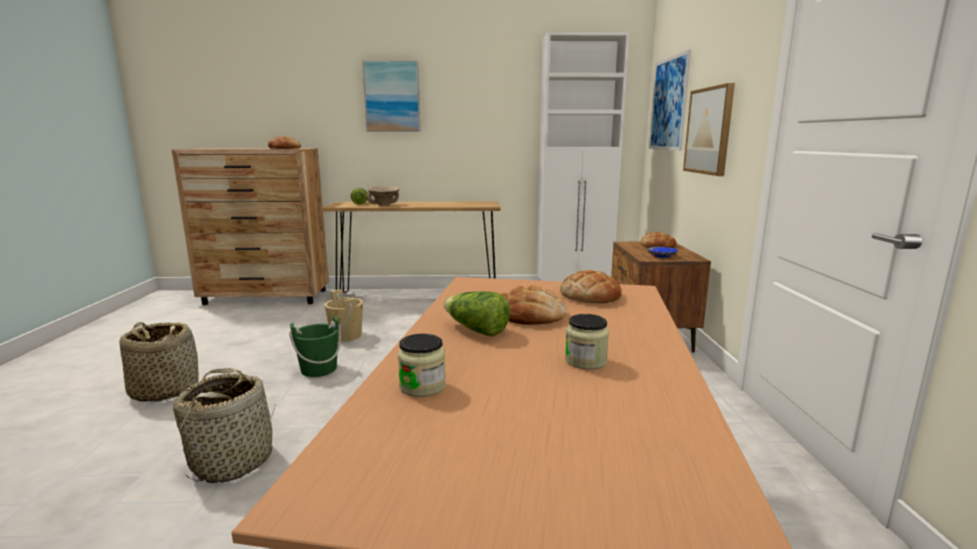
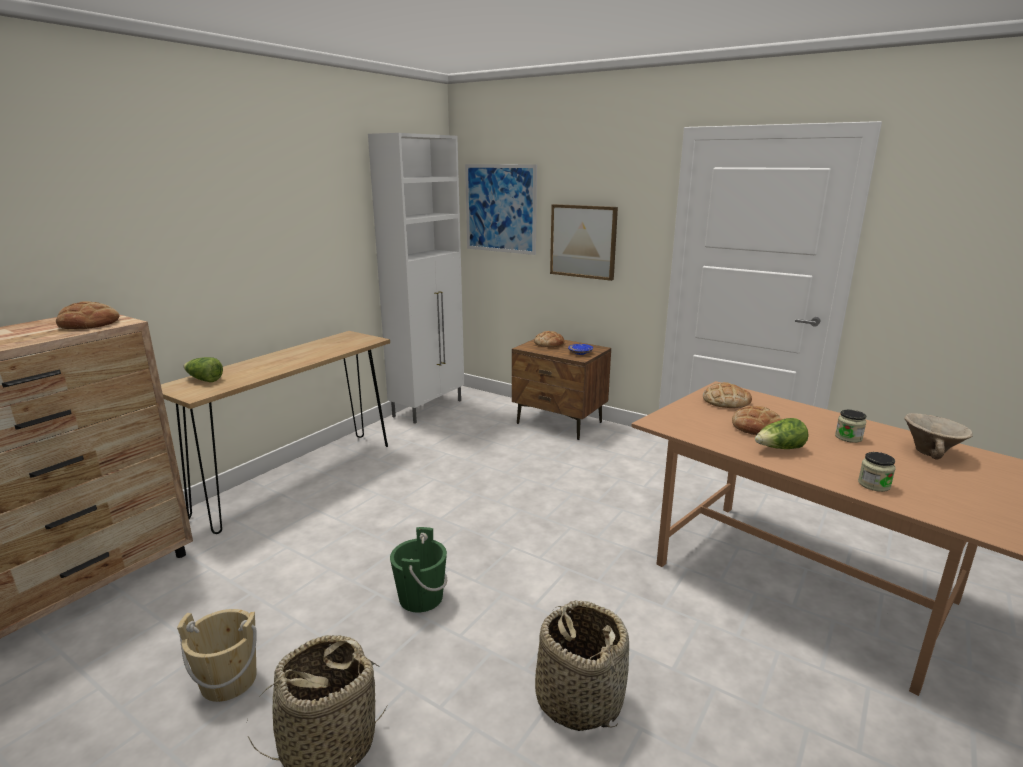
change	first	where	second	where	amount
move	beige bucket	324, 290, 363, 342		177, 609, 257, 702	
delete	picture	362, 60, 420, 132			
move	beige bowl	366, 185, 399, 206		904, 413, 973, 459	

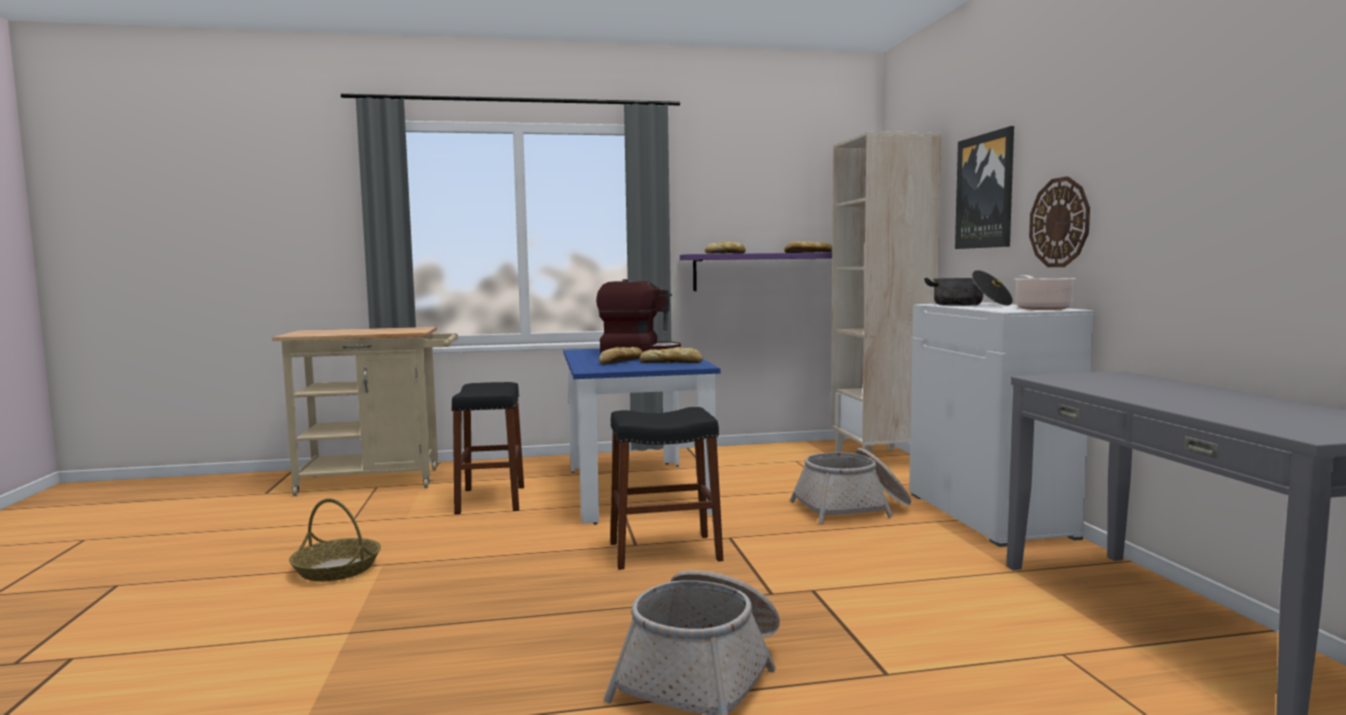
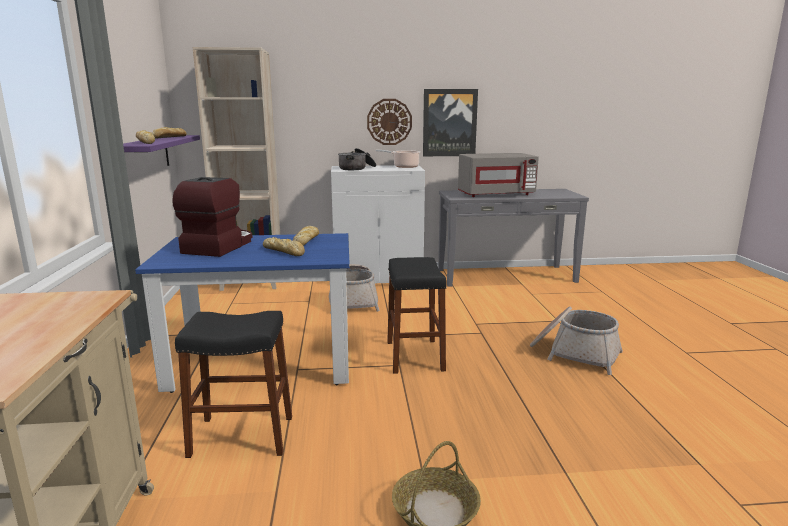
change	first	where	second	where	amount
move	picture	955, 126, 1014, 249		423, 89, 478, 156	
insert			grey microwave	458, 153, 539, 197	

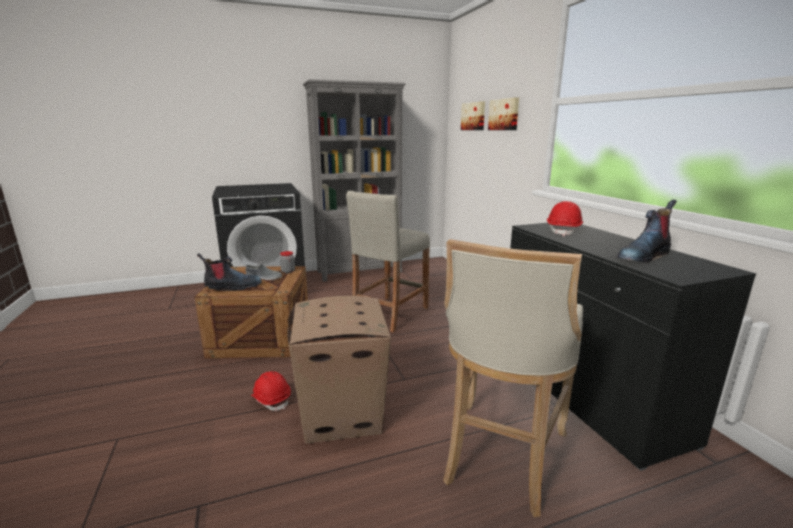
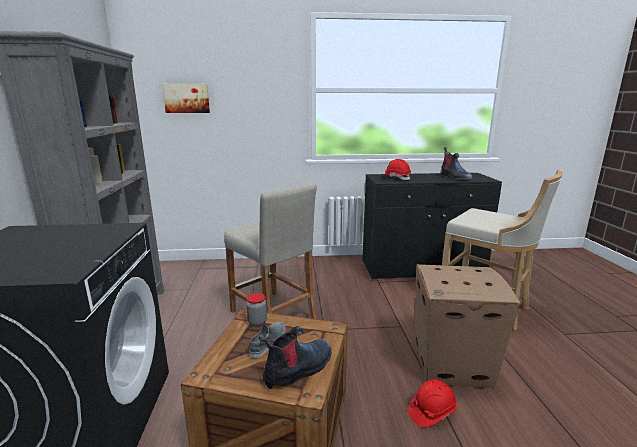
change	first	where	second	where	amount
rotate	boot	197, 253, 262, 291		259, 326, 331, 389	45 degrees clockwise
delete	picture	488, 97, 519, 130			

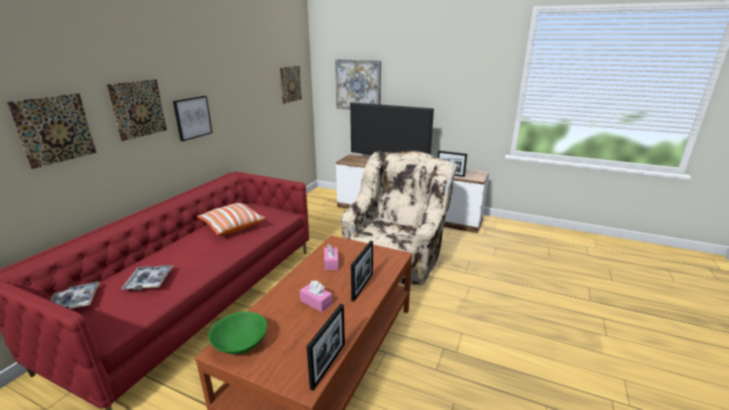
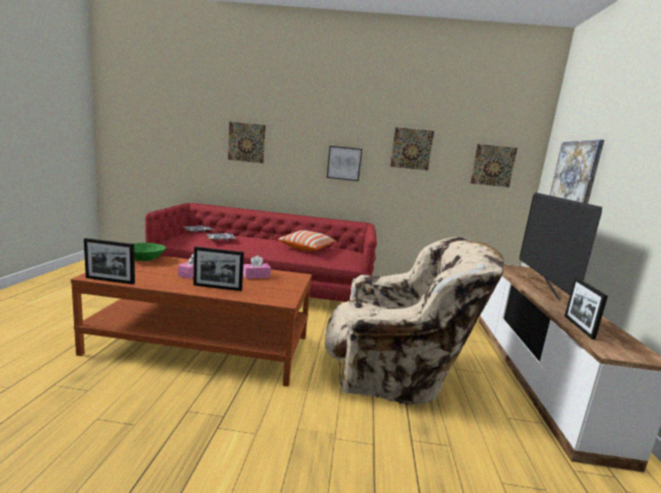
change	first	where	second	where	amount
move	picture	106, 79, 167, 141		390, 127, 434, 170	

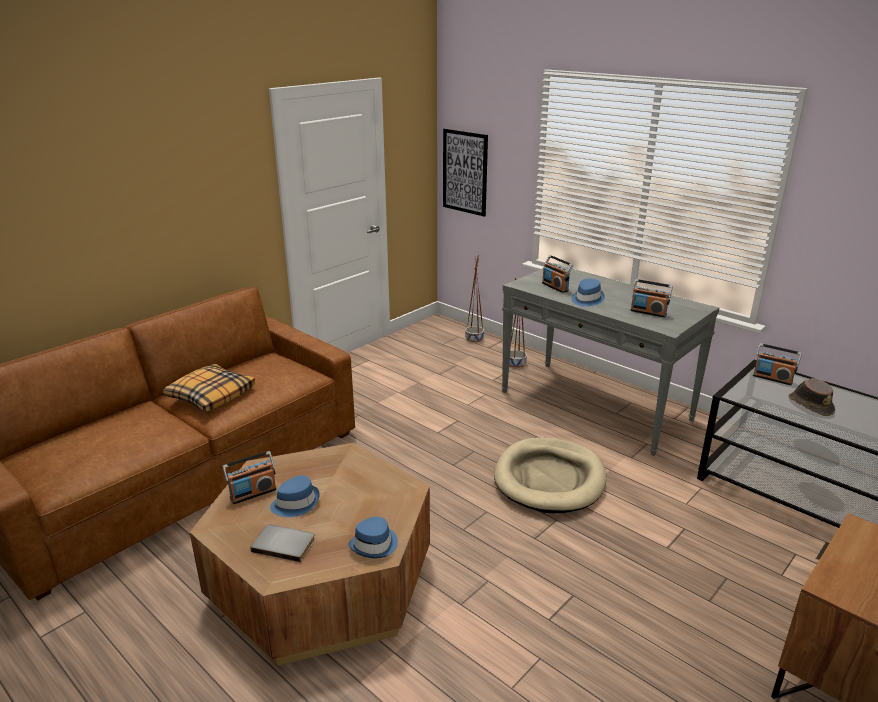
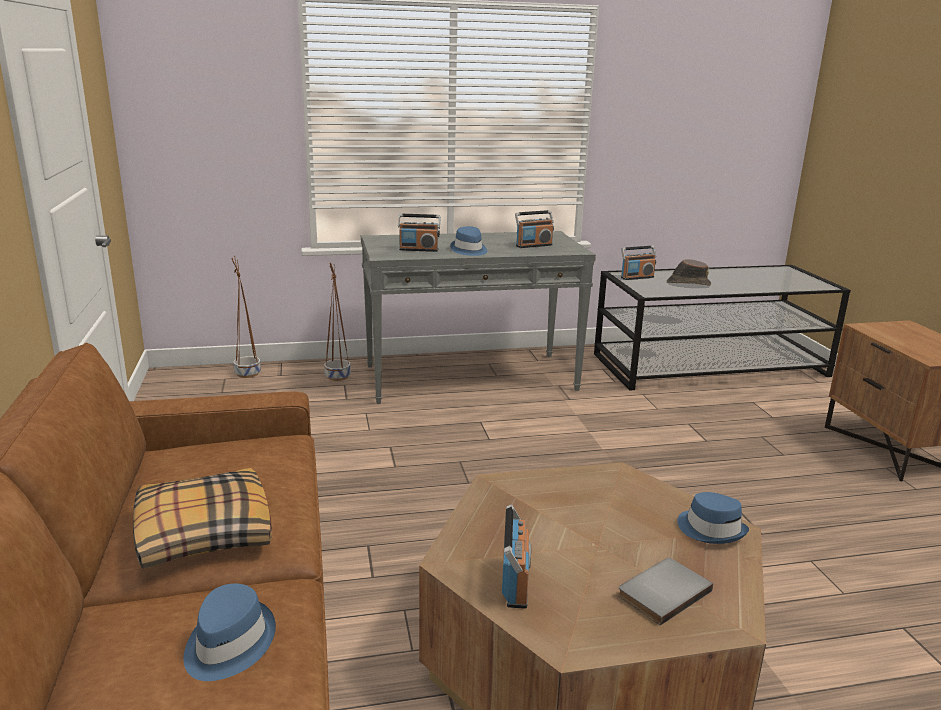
change	first	where	second	where	amount
move	blue hat	270, 475, 320, 517		183, 584, 276, 681	
delete	picture	443, 128, 488, 217			
delete	beige dog bed	494, 438, 606, 513			

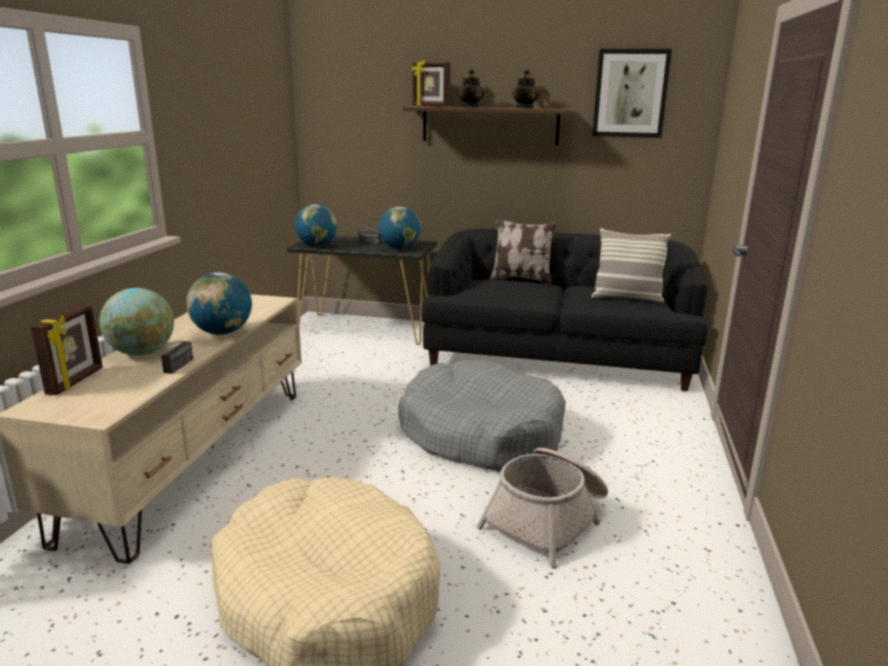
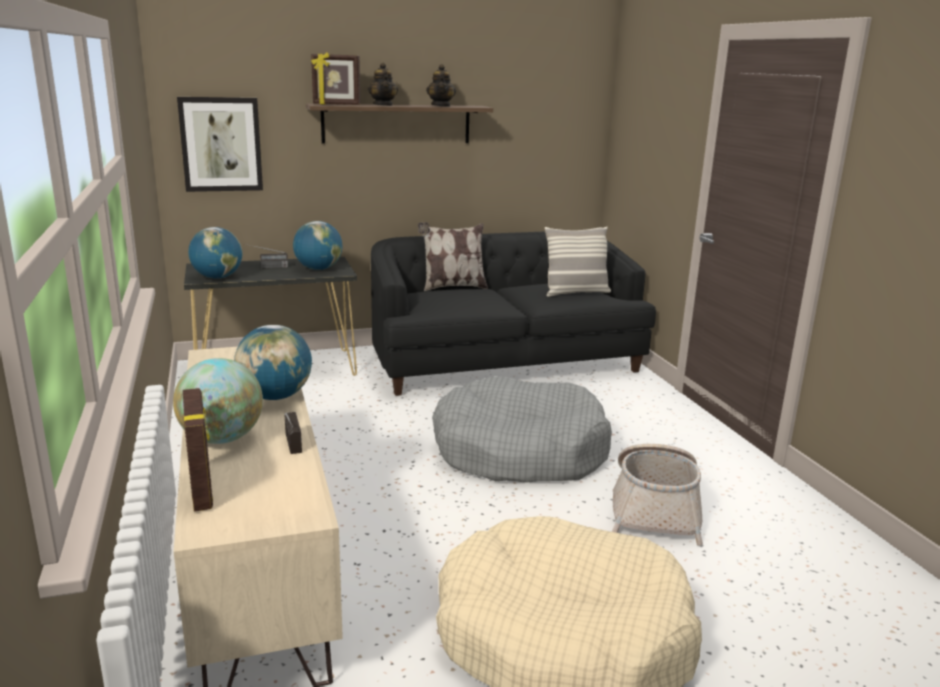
change	first	where	second	where	amount
move	picture	592, 49, 672, 138		177, 97, 263, 192	

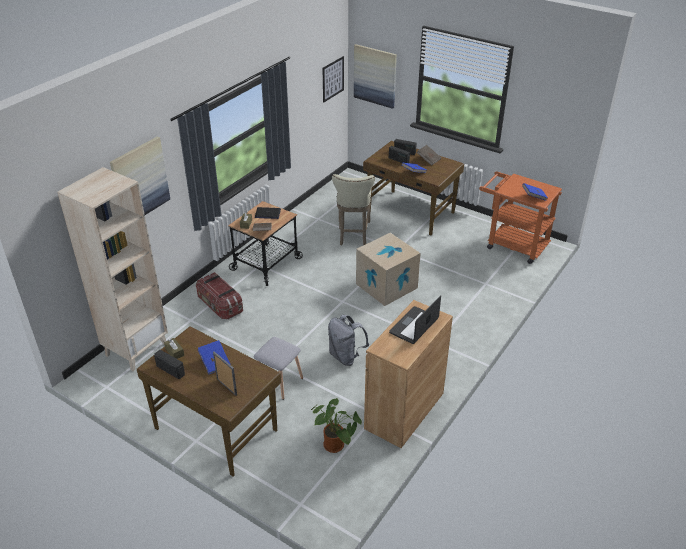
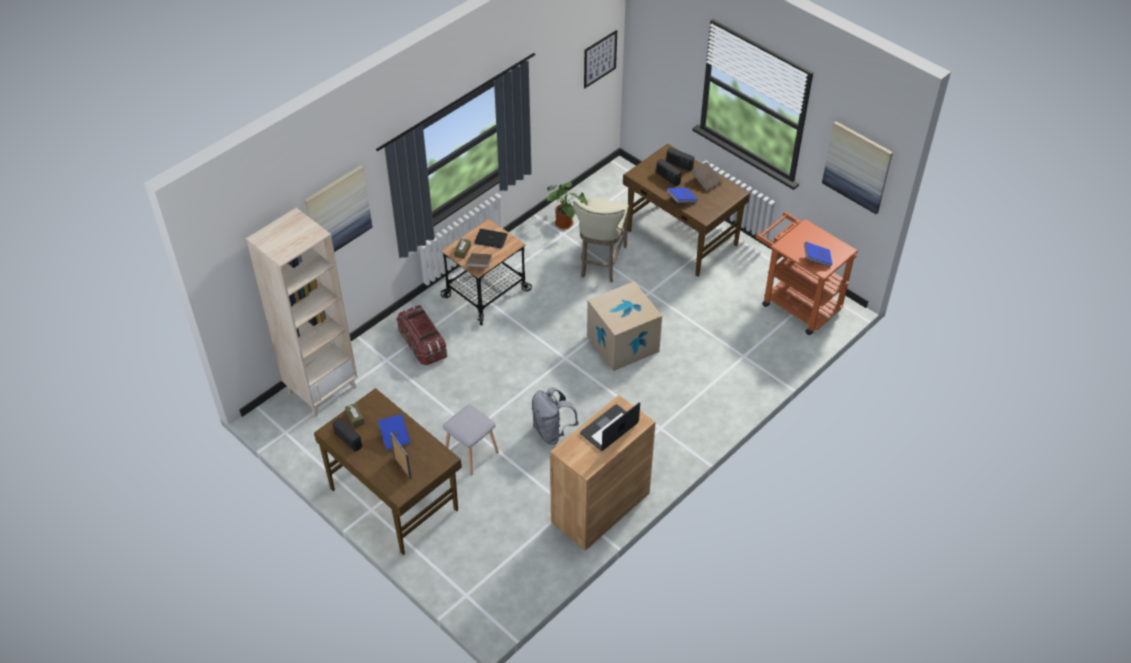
change	first	where	second	where	amount
move	potted plant	311, 398, 362, 453		546, 182, 587, 229	
move	picture	354, 44, 397, 109		822, 121, 893, 214	

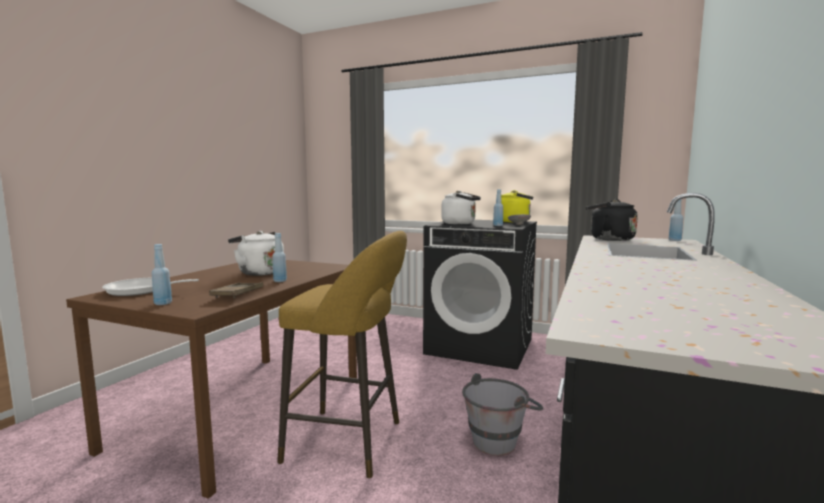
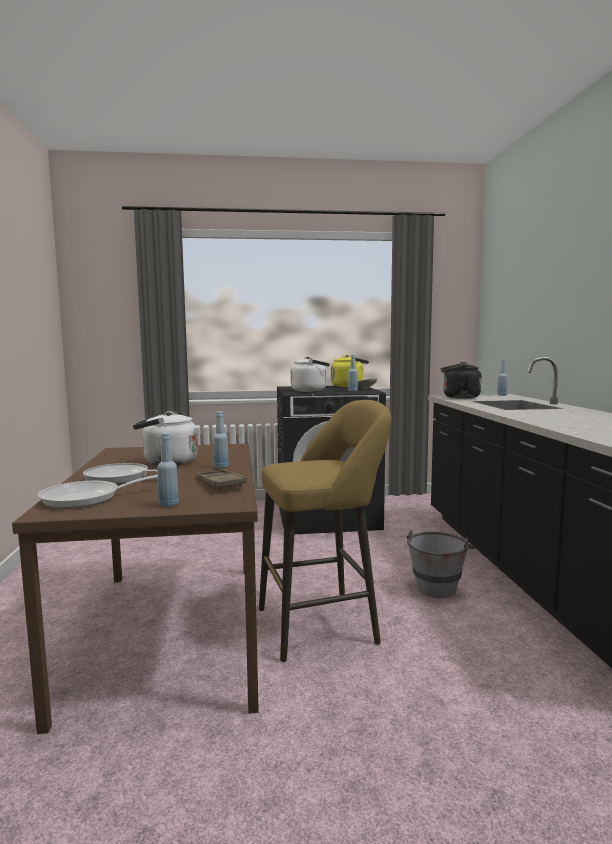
change	first	where	second	where	amount
insert			frying pan	83, 463, 158, 485	

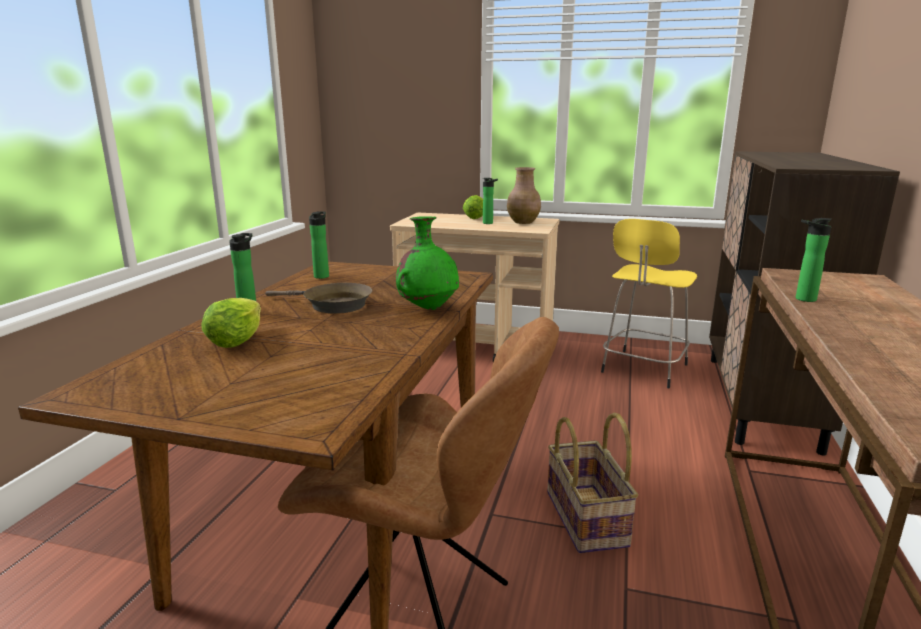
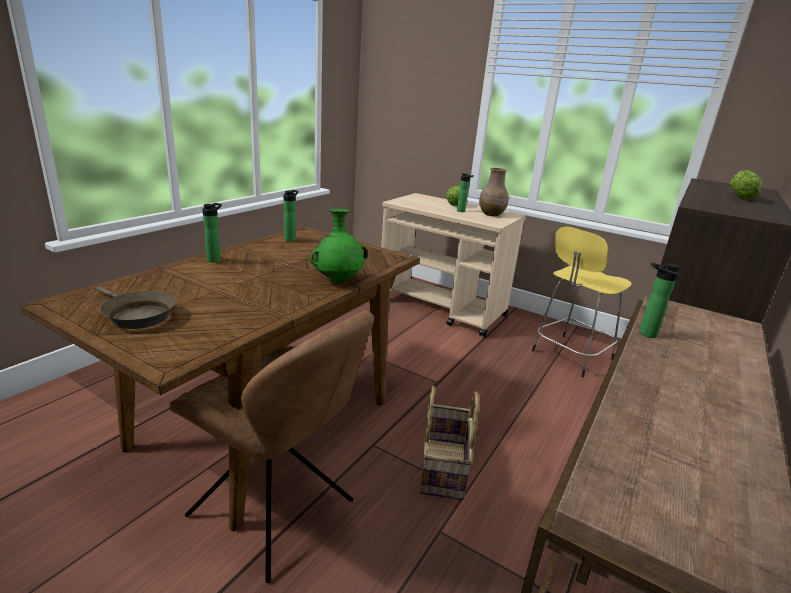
change	first	where	second	where	amount
move	lettuce	201, 298, 261, 348		730, 170, 762, 200	
move	brown frying pan	265, 283, 372, 314		97, 287, 176, 329	

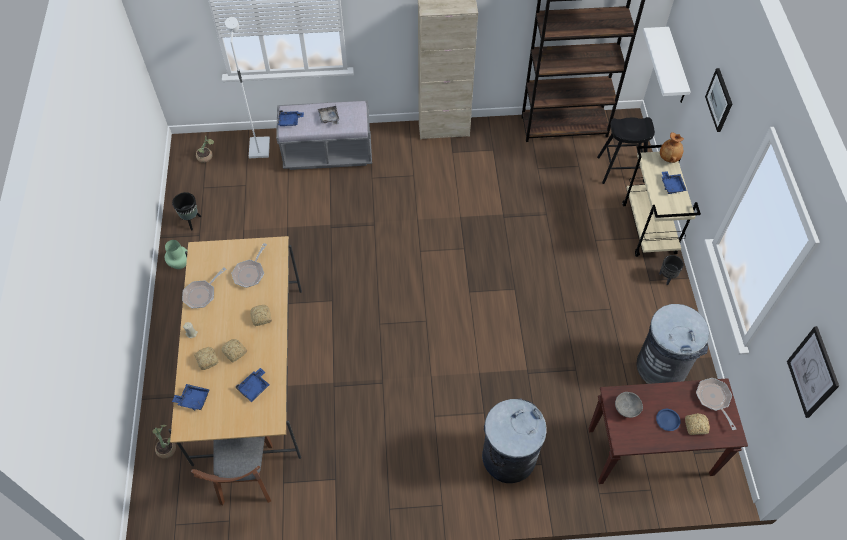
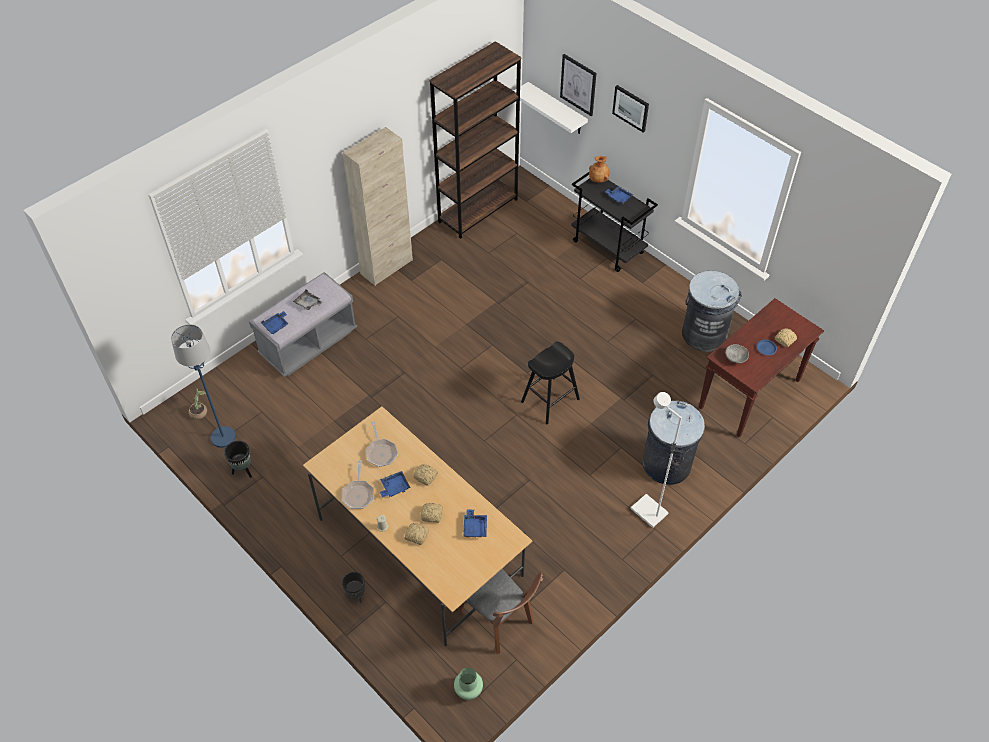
change	first	where	second	where	amount
delete	potted plant	152, 425, 176, 459			
move	green vase	165, 240, 188, 269		454, 668, 483, 700	
move	blue tray	172, 384, 210, 410		380, 471, 411, 498	
move	white floor lamp	225, 17, 270, 158		631, 392, 682, 528	
move	black stool	597, 117, 655, 184		521, 341, 580, 424	
recolor	beige cart	622, 145, 701, 257	black cart	571, 172, 658, 272	
move	black planter	659, 255, 684, 285		342, 572, 365, 603	
delete	frying pan	696, 378, 736, 430			
move	picture	787, 326, 839, 418		560, 54, 596, 116	
insert			blue floor lamp	171, 324, 236, 448	

